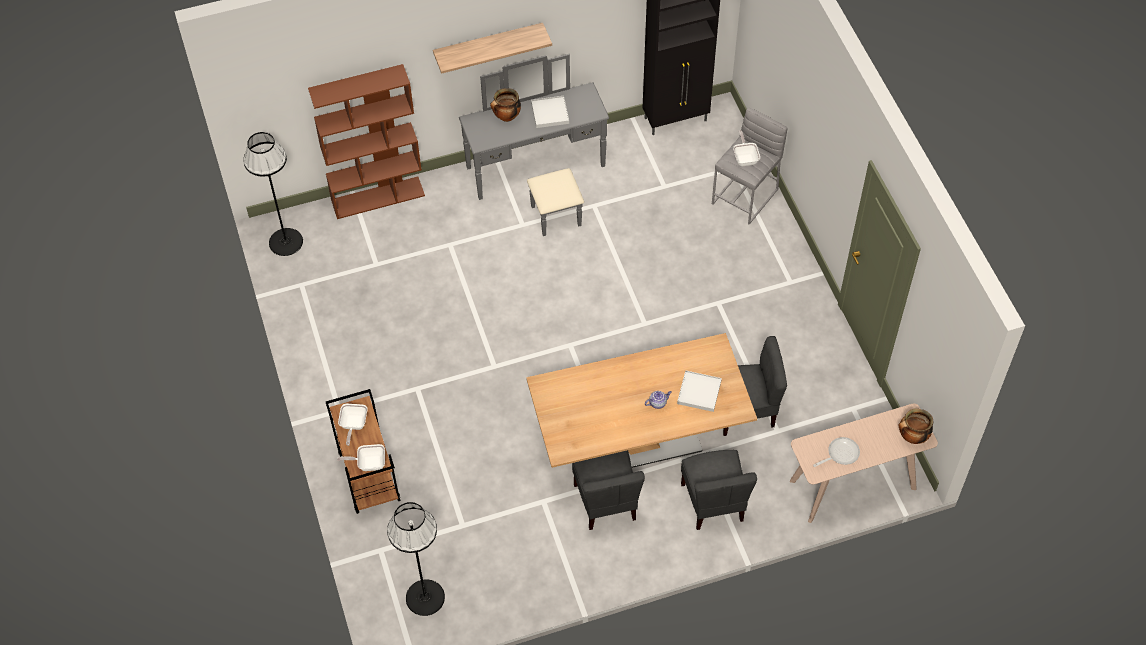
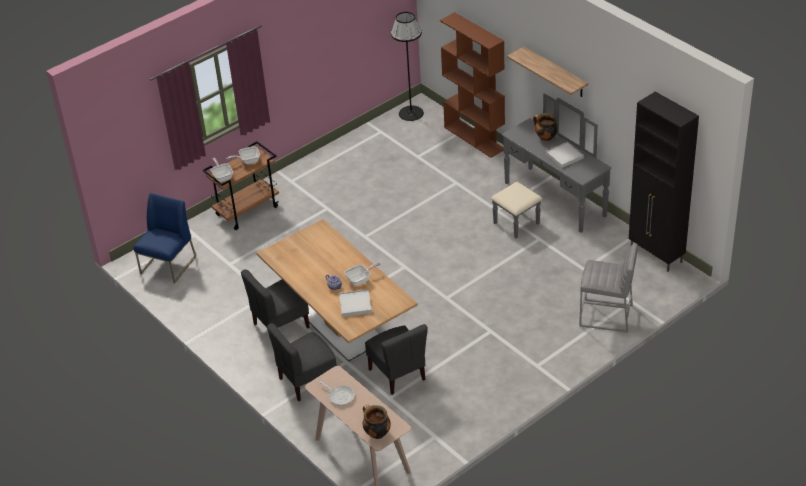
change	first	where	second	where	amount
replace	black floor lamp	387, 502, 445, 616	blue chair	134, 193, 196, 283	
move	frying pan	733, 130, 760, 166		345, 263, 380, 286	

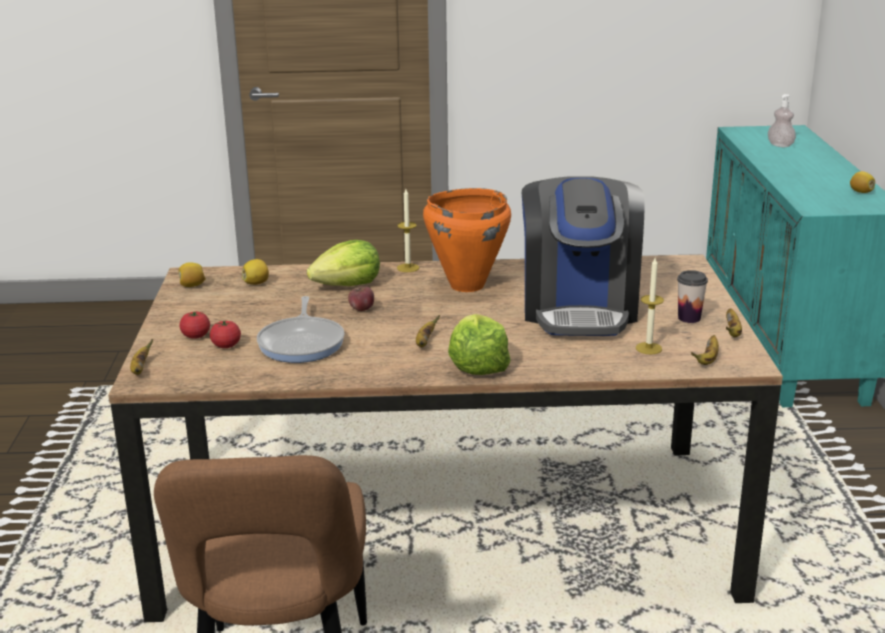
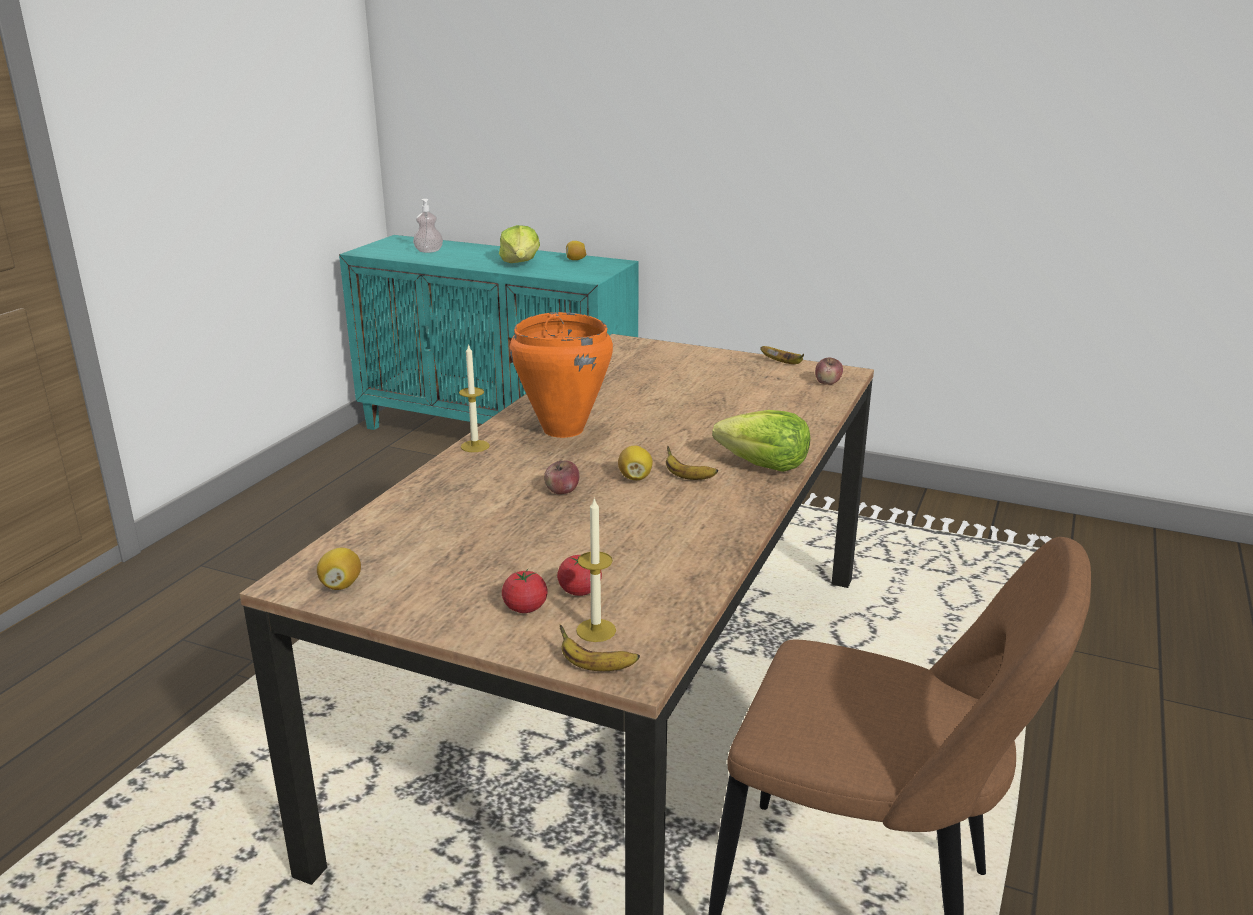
change	first	where	second	where	amount
move	lemon	242, 259, 269, 285		618, 446, 653, 480	
delete	frying pan	257, 296, 345, 363			
move	lettuce	307, 240, 380, 286		499, 225, 540, 263	
delete	coffee machine	522, 176, 645, 336			
move	candle	636, 258, 664, 354		576, 498, 616, 642	
delete	cup	677, 270, 708, 323			
replace	banana	691, 335, 719, 365	apple	815, 358, 843, 385	

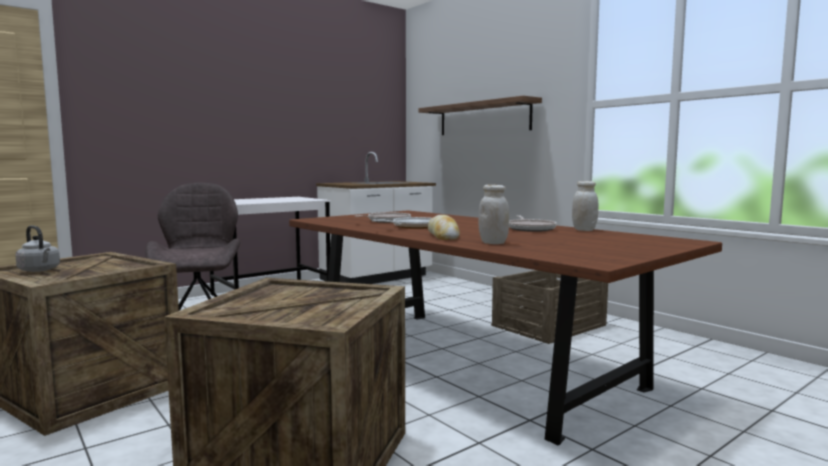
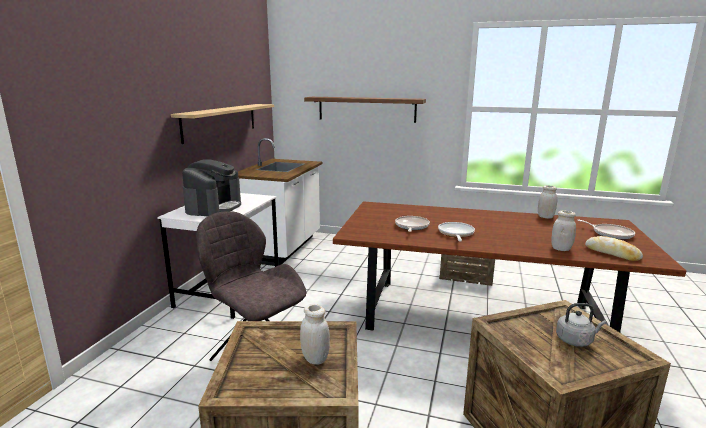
change	first	where	second	where	amount
move	grey kettle	15, 225, 60, 272		556, 303, 606, 347	
move	bread	428, 215, 460, 240		585, 236, 643, 261	
move	frying pan	509, 215, 557, 232		577, 219, 635, 240	
insert			shelf	171, 104, 274, 144	
insert			coffee machine	182, 159, 241, 216	
insert			white jar	300, 304, 330, 365	

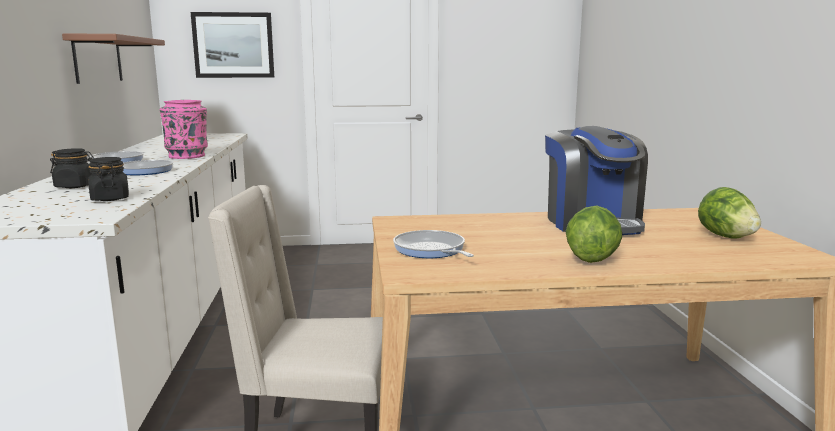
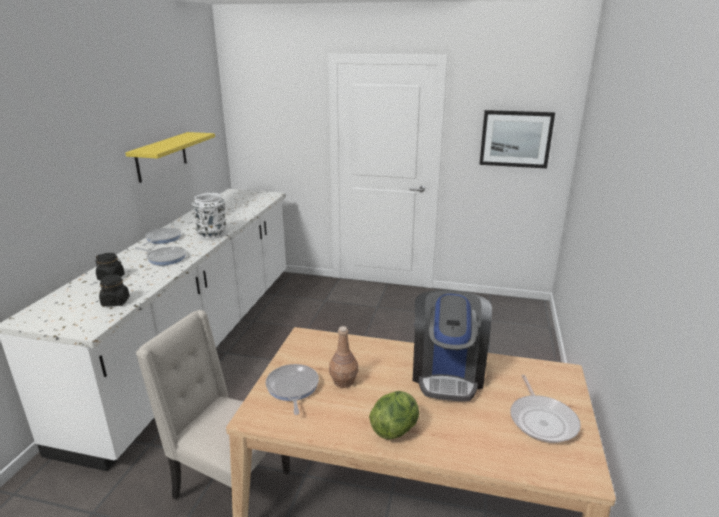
change	first	where	second	where	amount
recolor	brown shelf	62, 34, 165, 84	yellow shelf	125, 132, 215, 183	
recolor	pink vase	160, 100, 208, 159	white vase	191, 193, 226, 239	
move	picture	191, 12, 274, 78		479, 110, 555, 168	
replace	lettuce	698, 187, 761, 239	frying pan	510, 375, 581, 443	
insert			brown bottle	329, 326, 358, 388	

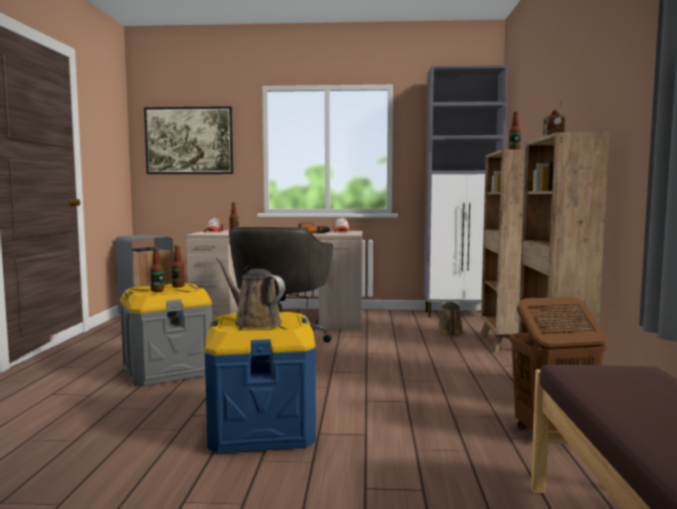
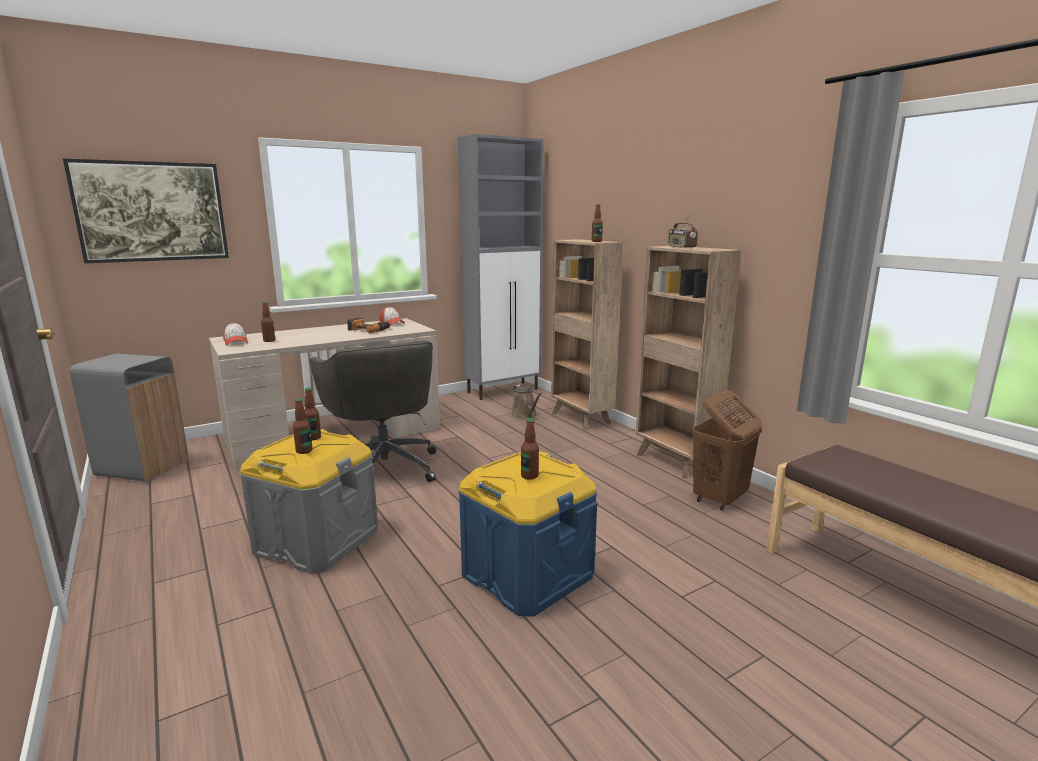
change	first	where	second	where	amount
replace	brown watering can	216, 257, 285, 329	bottle	521, 418, 539, 480	

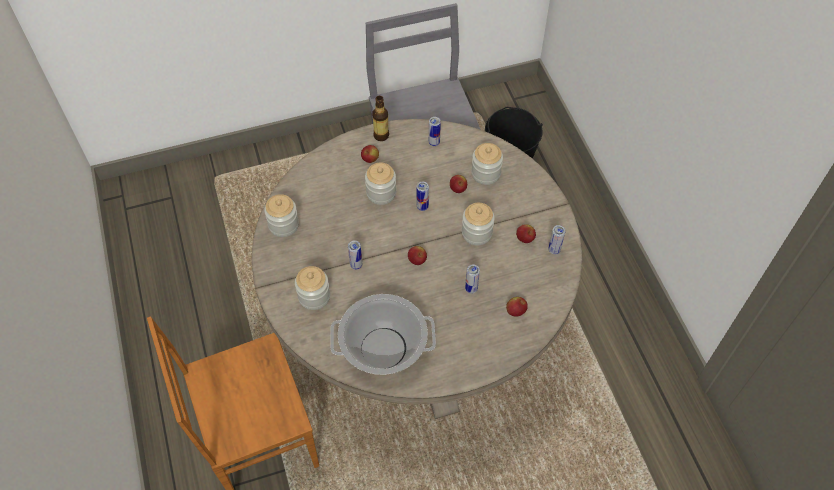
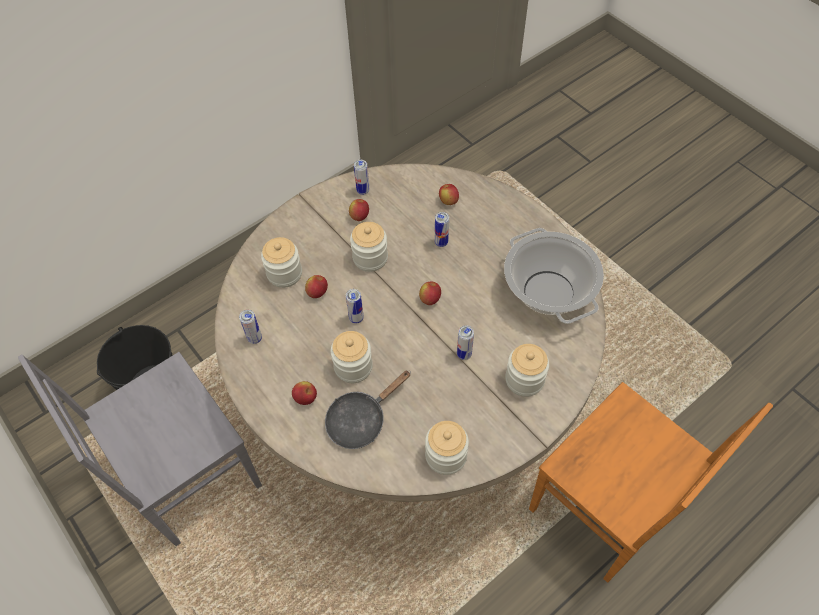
change	first	where	second	where	amount
delete	bottle	372, 96, 389, 141			
insert			black frying pan	325, 370, 411, 449	

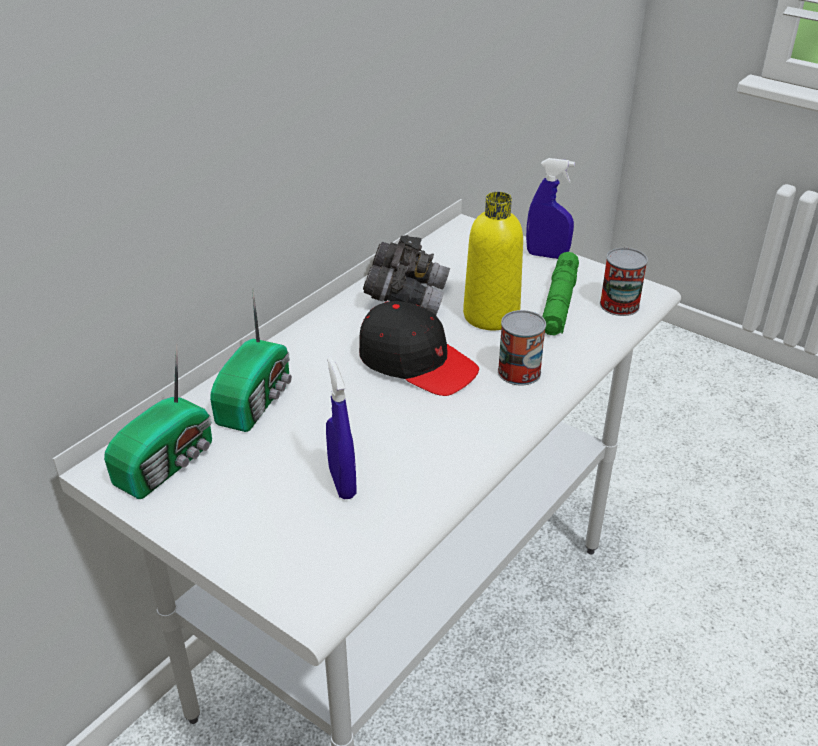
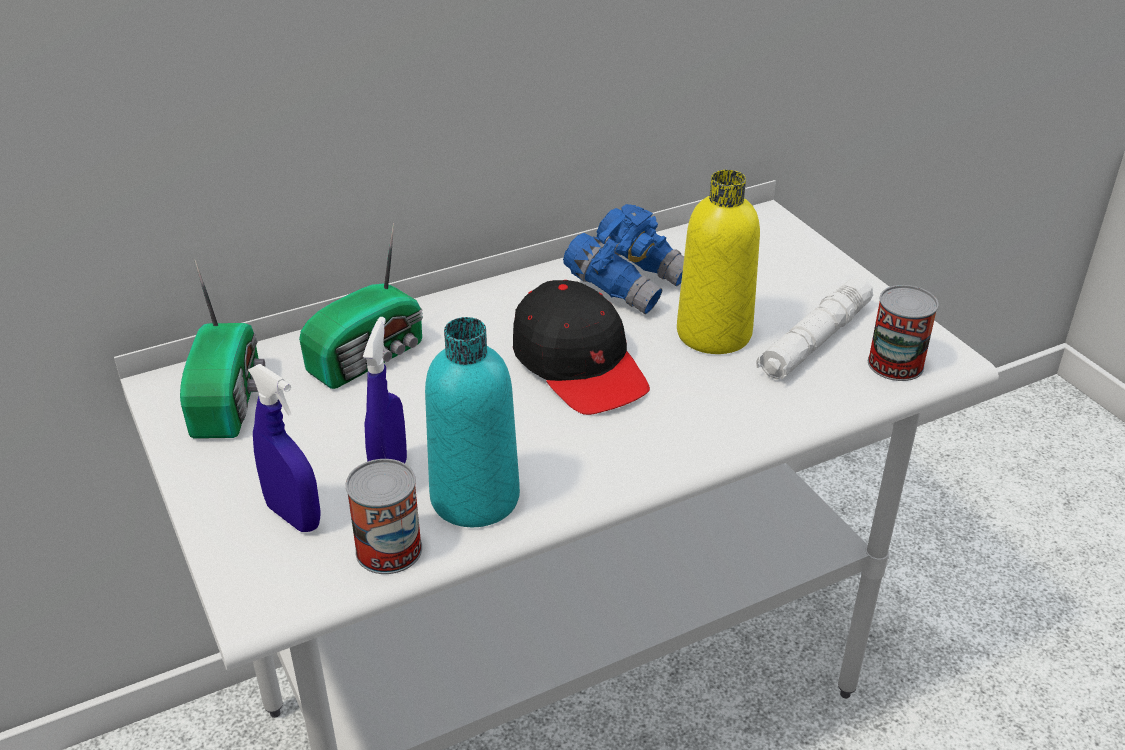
change	first	where	second	where	amount
rotate	radio	104, 344, 212, 499		180, 259, 265, 439	60 degrees counterclockwise
recolor	grey binoculars	363, 235, 450, 314	blue binoculars	563, 204, 684, 314	
move	can	498, 310, 546, 385		346, 459, 422, 574	
move	blue spray bottle	526, 158, 575, 259		248, 364, 320, 532	
recolor	green flashlight	542, 252, 579, 336	white flashlight	756, 277, 873, 379	
insert			turquoise bottle	425, 317, 520, 527	

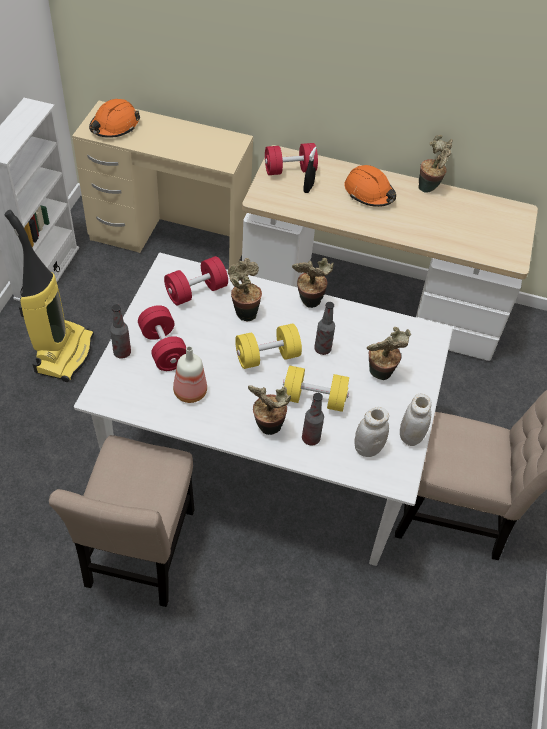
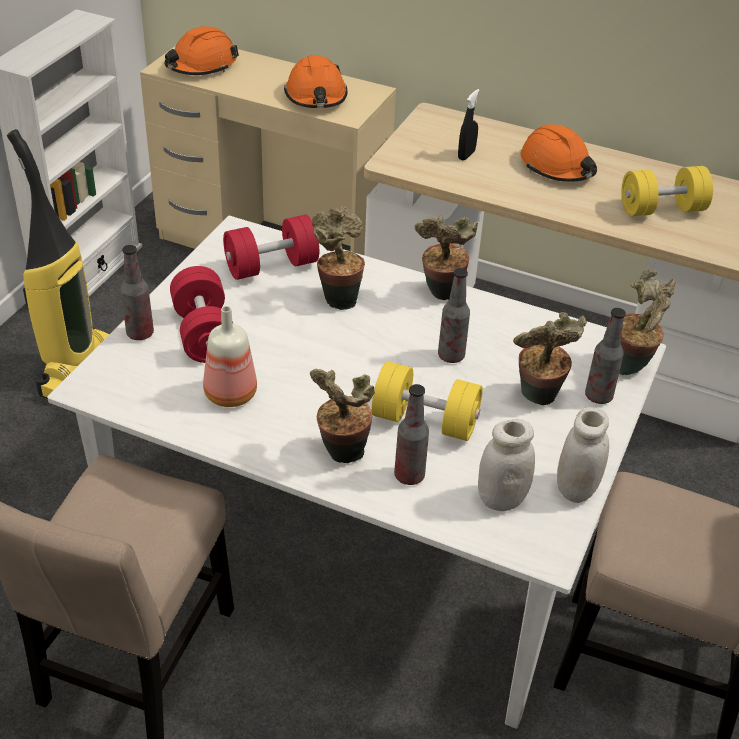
change	first	where	second	where	amount
move	yellow dumbbell	235, 324, 302, 369		621, 166, 713, 216	
delete	red dumbbell	265, 143, 318, 175			
move	potted plant	418, 135, 453, 193		619, 269, 676, 375	
insert			orange hard hat	284, 55, 348, 108	
insert			bottle	585, 308, 626, 404	

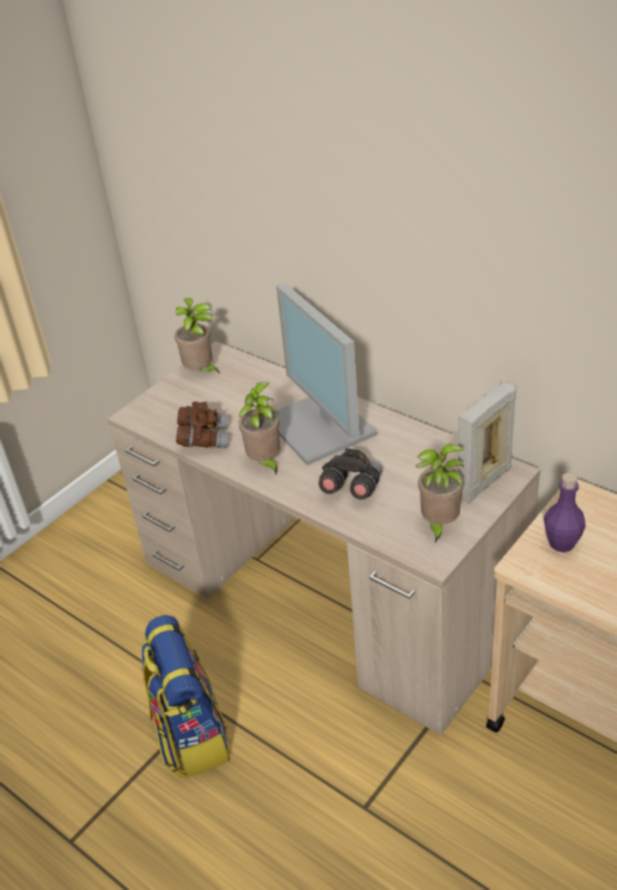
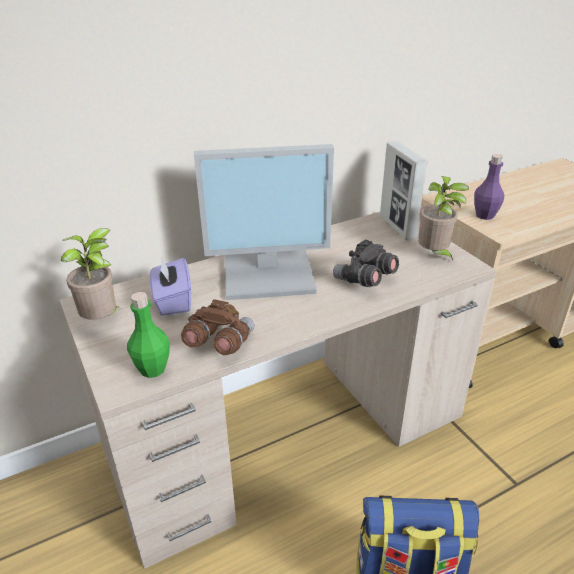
change	first	where	second	where	amount
delete	potted plant	238, 382, 280, 474			
insert			green bottle	127, 292, 170, 378	
insert			purple tissue box	150, 257, 191, 316	

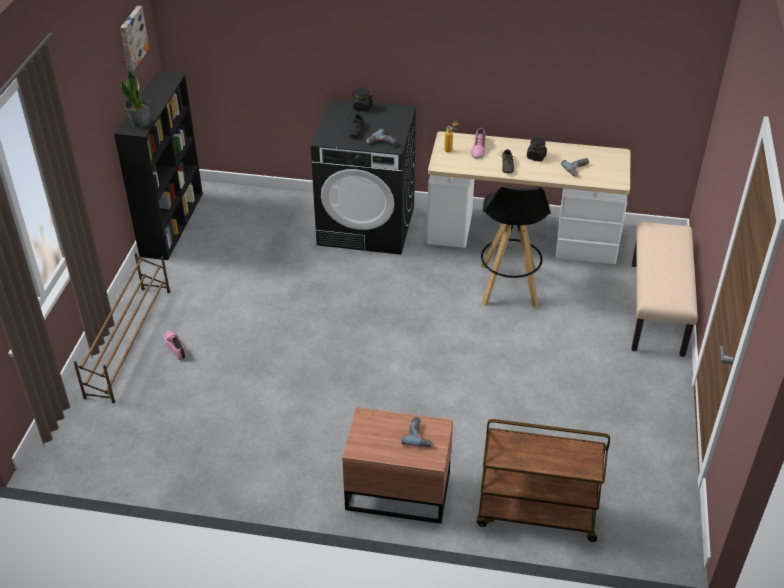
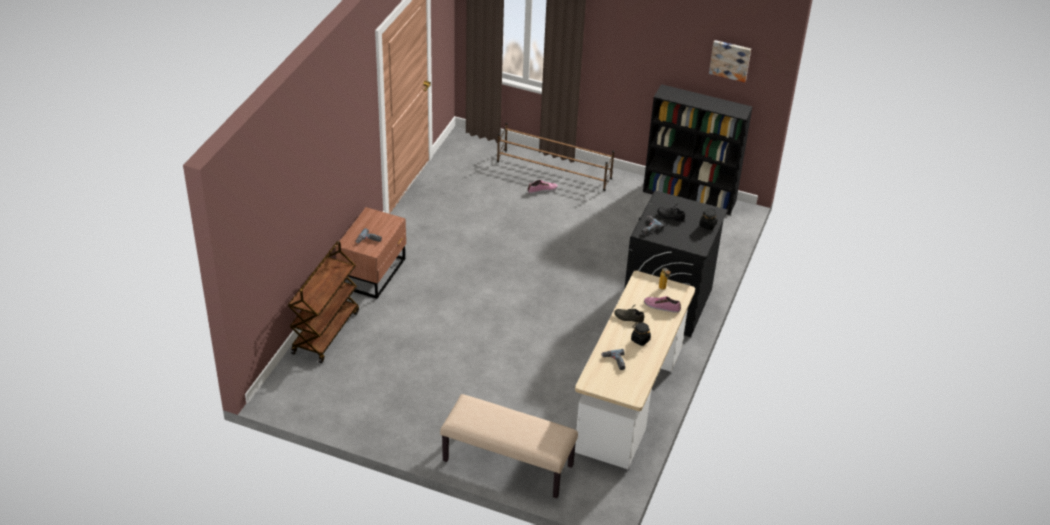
change	first	where	second	where	amount
delete	potted plant	121, 70, 150, 128			
delete	black stool	481, 186, 551, 308			

